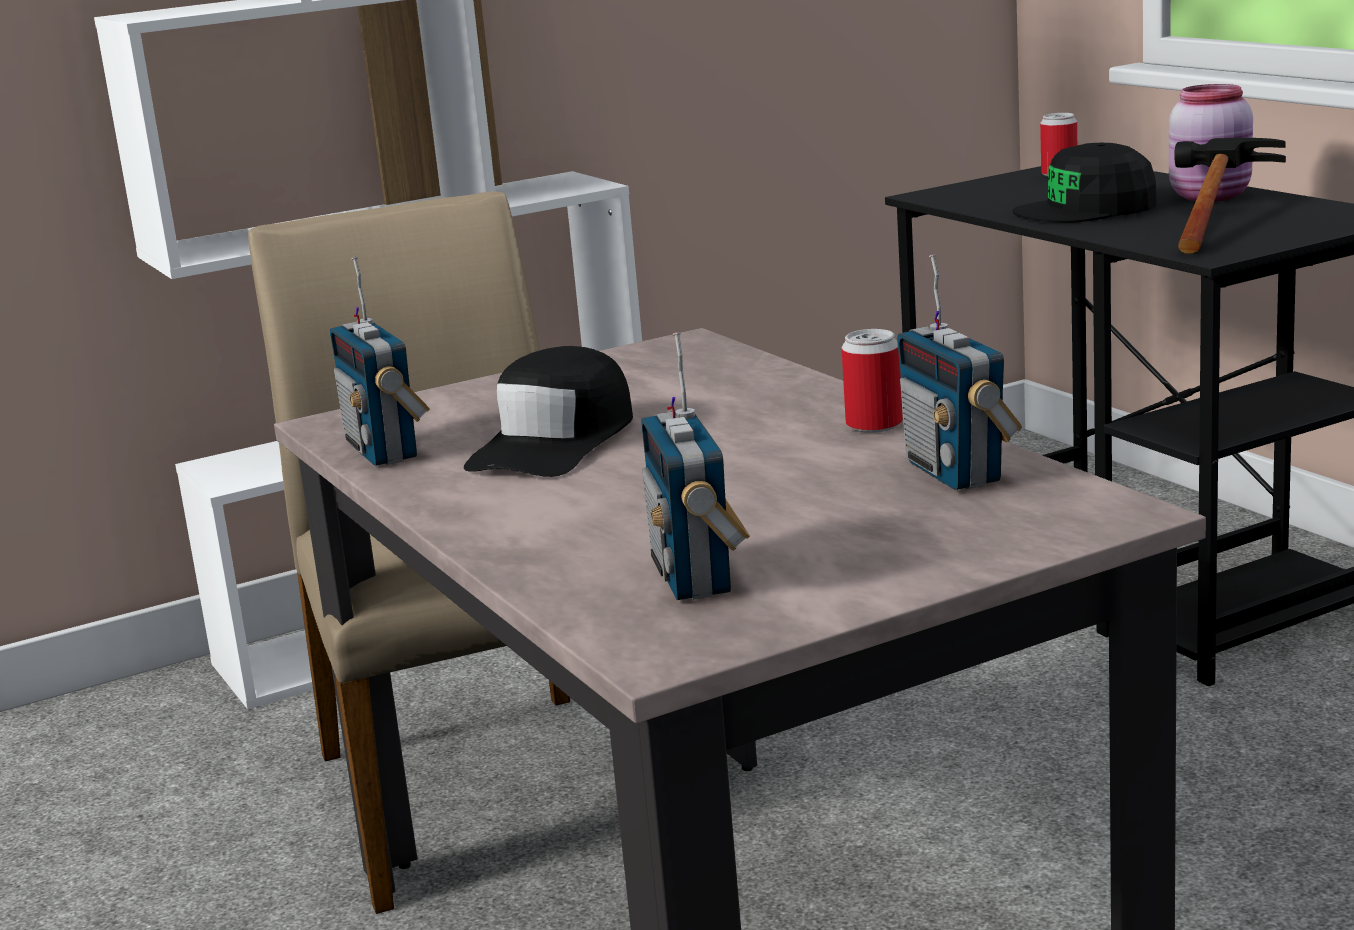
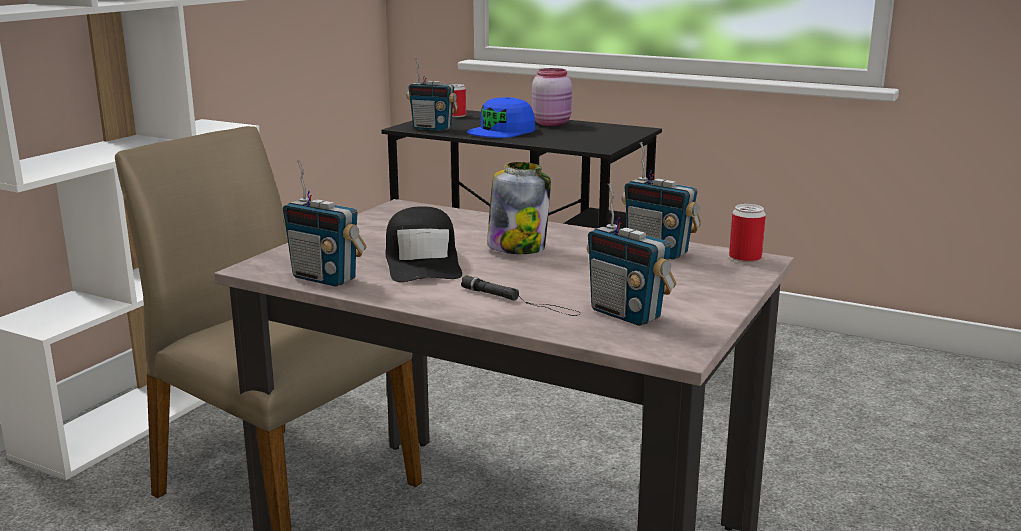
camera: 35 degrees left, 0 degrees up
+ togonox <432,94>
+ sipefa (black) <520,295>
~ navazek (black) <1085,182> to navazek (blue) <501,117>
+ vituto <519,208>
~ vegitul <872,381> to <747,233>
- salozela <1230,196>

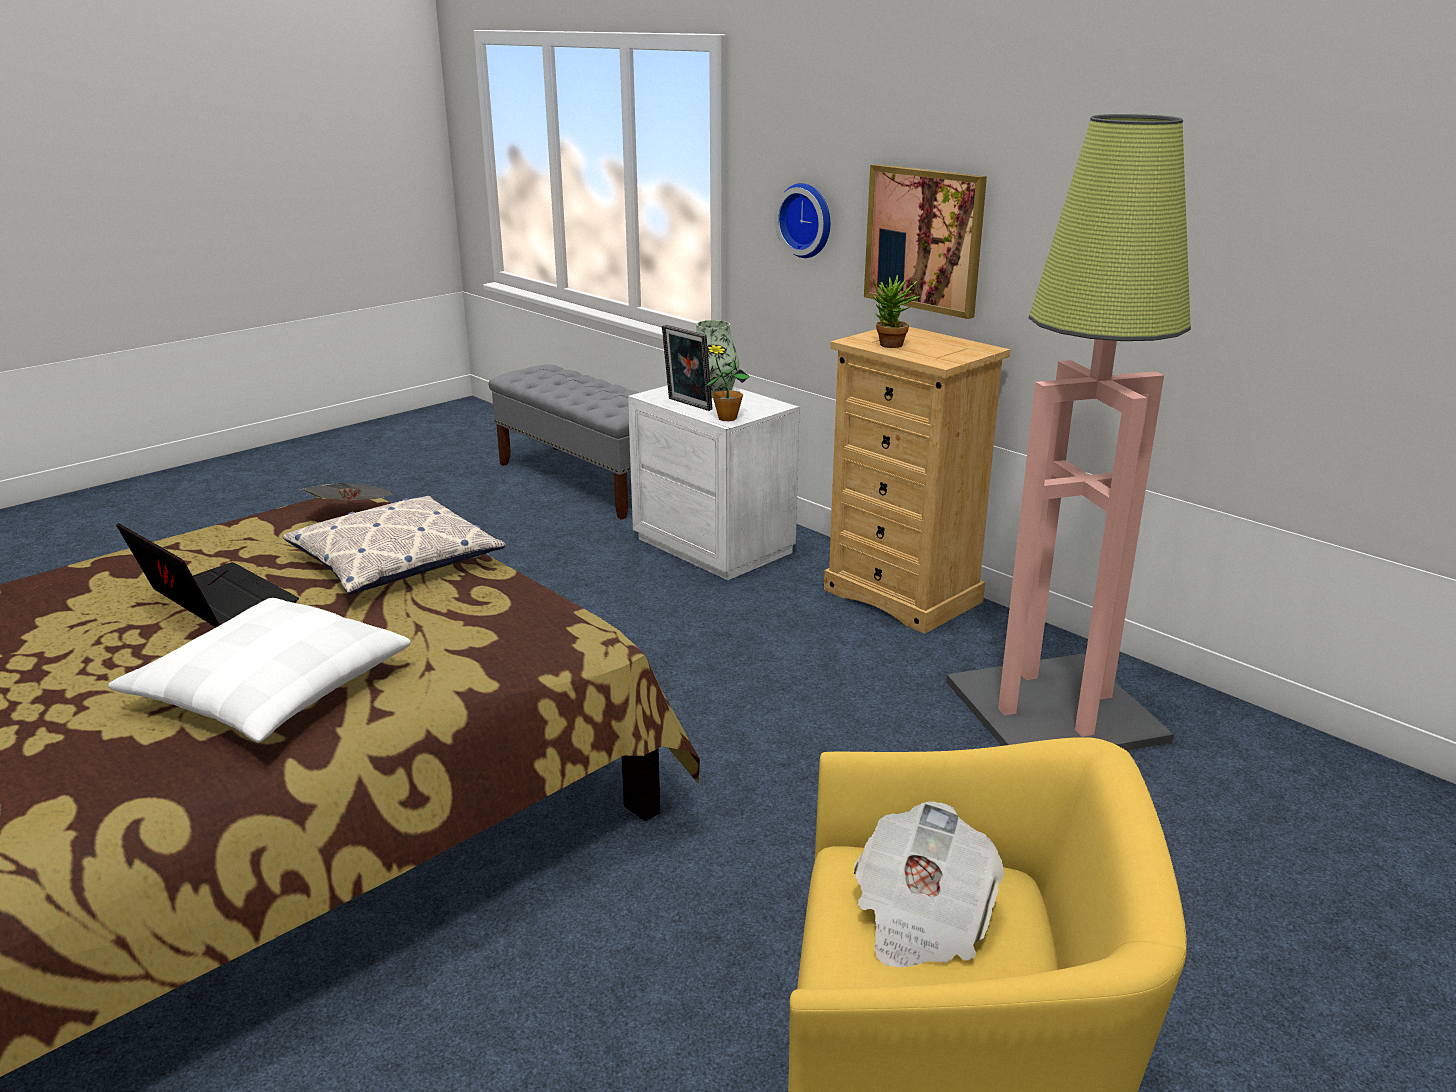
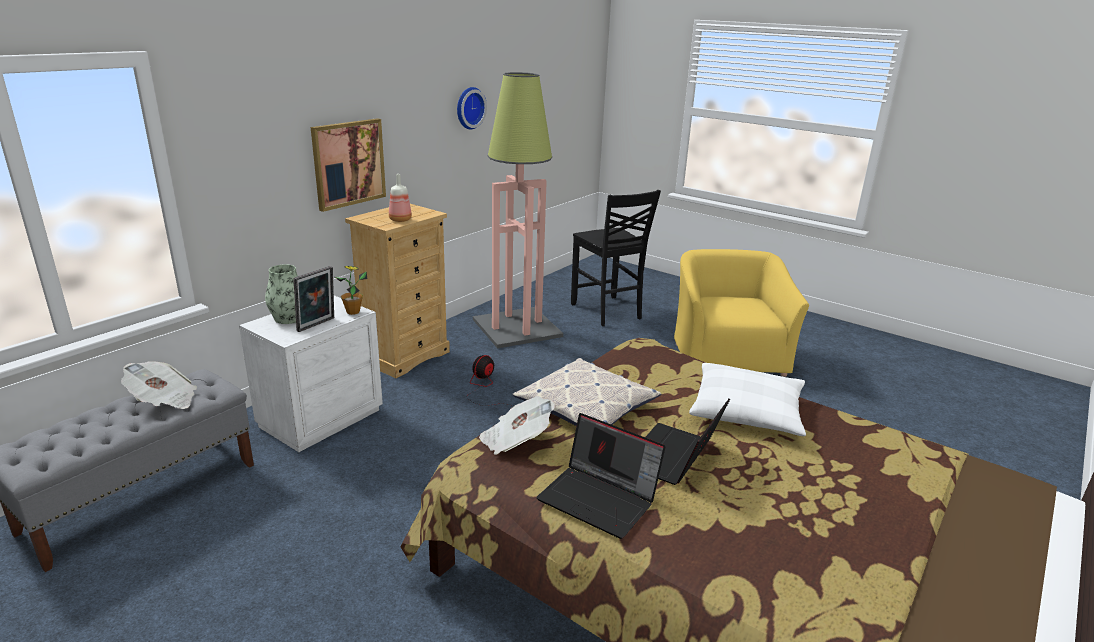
camera: 100 degrees left, 0 degrees up
~ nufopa <929,884> to <159,385>
~ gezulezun <896,311> to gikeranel <400,198>
~ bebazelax <802,220> to <472,108>
+ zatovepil <489,380>
+ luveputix <600,476>
+ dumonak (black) <616,258>

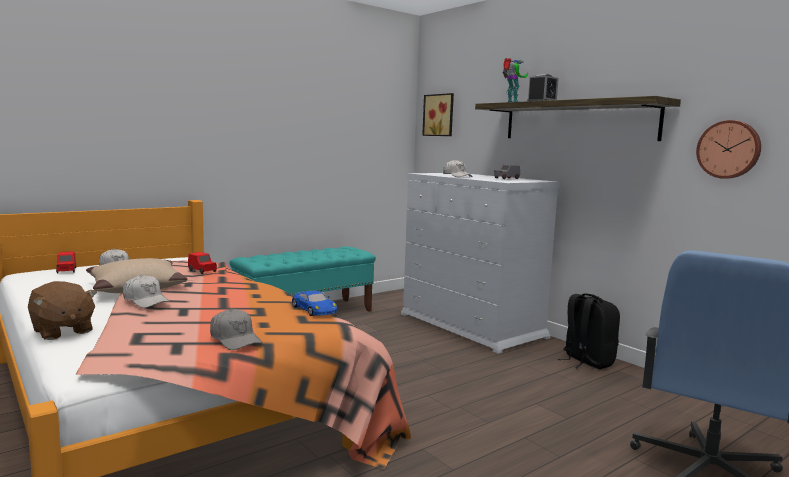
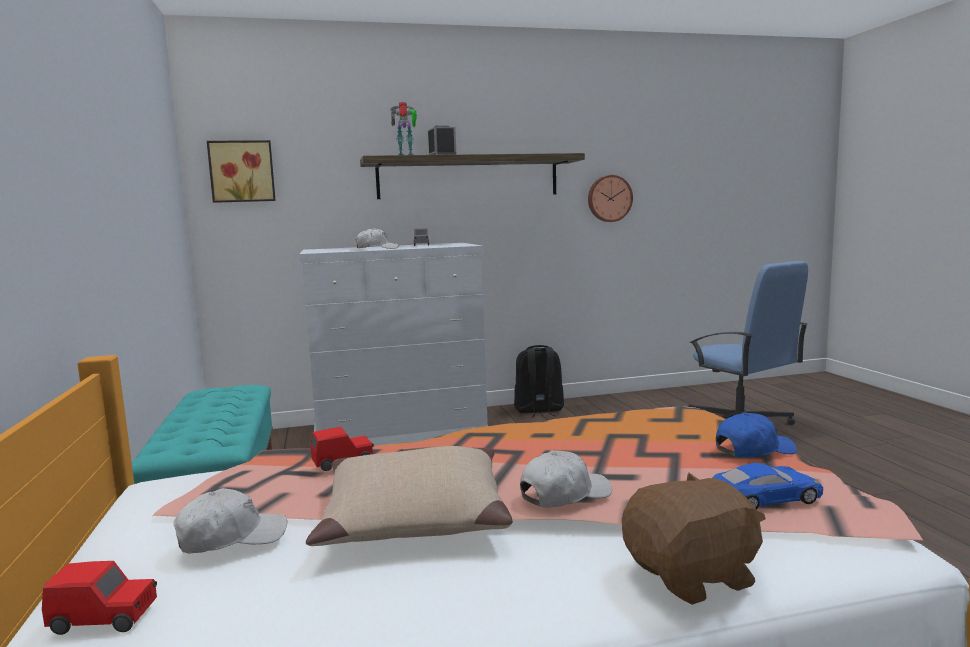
camera: 65 degrees left, 0 degrees up
~ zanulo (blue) <314,303> to <767,486>
~ navazek (grey) <236,329> to navazek (blue) <756,435>

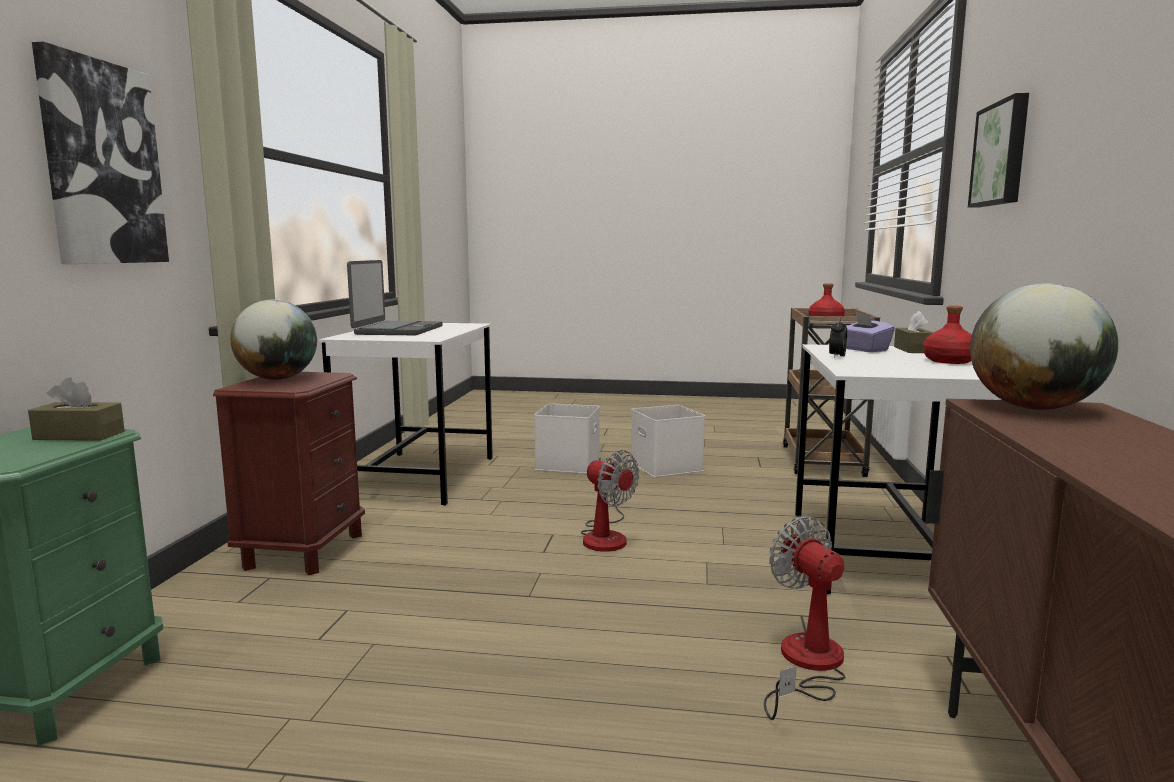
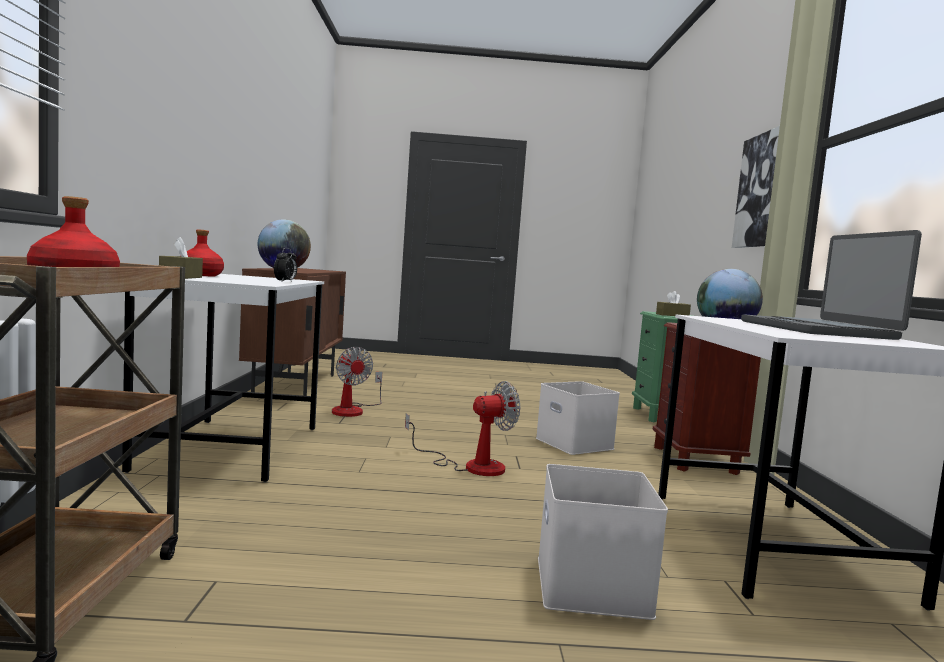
camera: 170 degrees right, 5 degrees down
~ zatovepil <610,501> = <462,428> 120 degrees clockwise
~ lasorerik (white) <668,441> to <578,418>
- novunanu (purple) <870,332>
- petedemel <998,150>

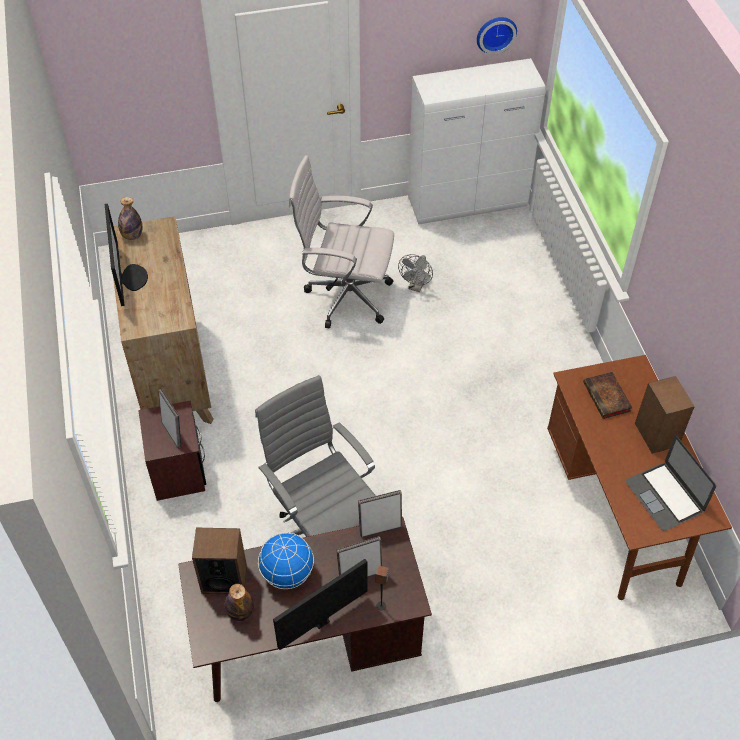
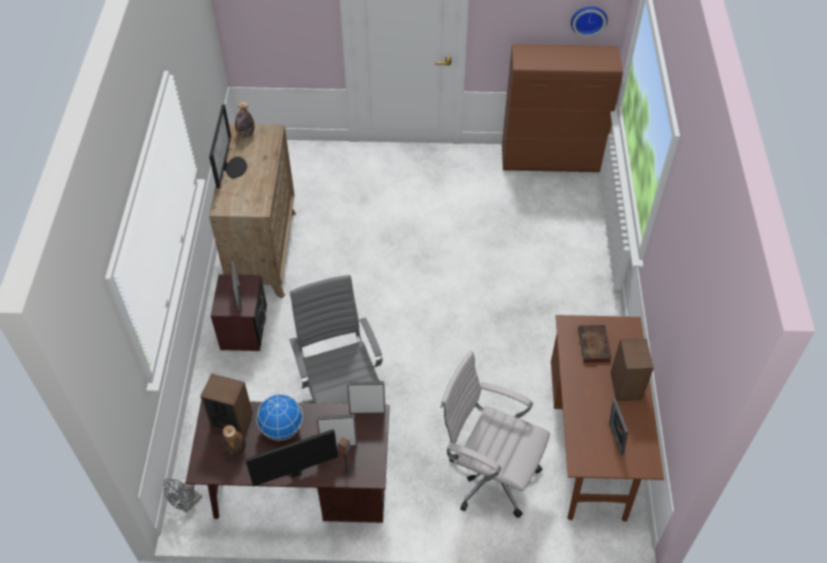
camera: 15 degrees right, 0 degrees up
~ zatovepil (grey) <415,273> to <182,496>
~ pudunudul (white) <341,241> to <495,434>
~ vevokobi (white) <477,141> to vevokobi (brown) <562,108>
~ luveputix <671,483> to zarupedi <618,427>

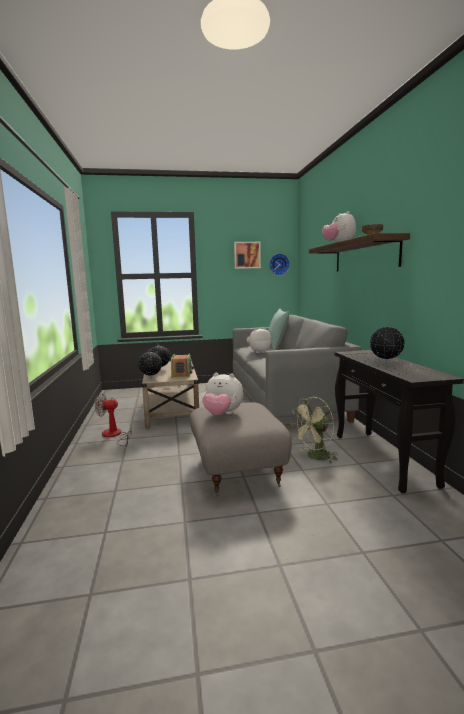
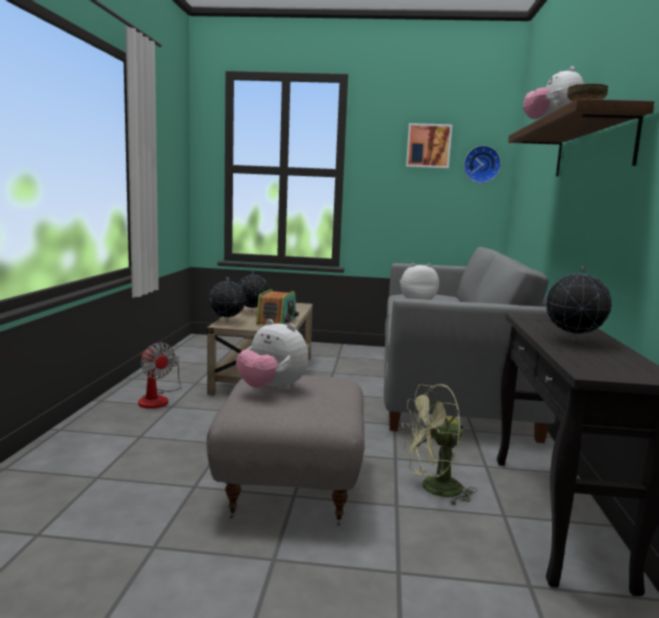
camera: 15 degrees right, 0 degrees up
~ zatovepil <113,419> = <159,375> 150 degrees counterclockwise
- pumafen <278,329>

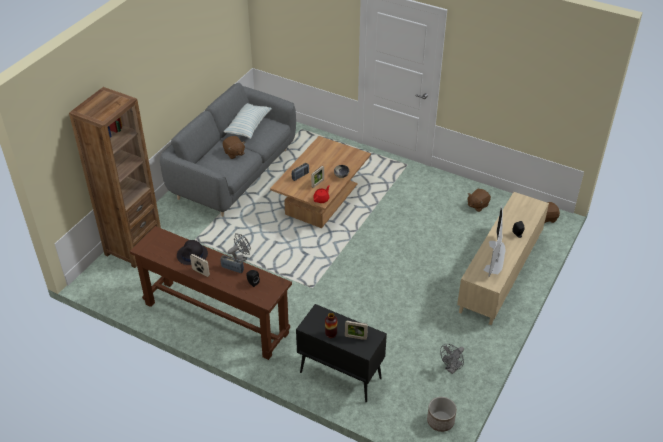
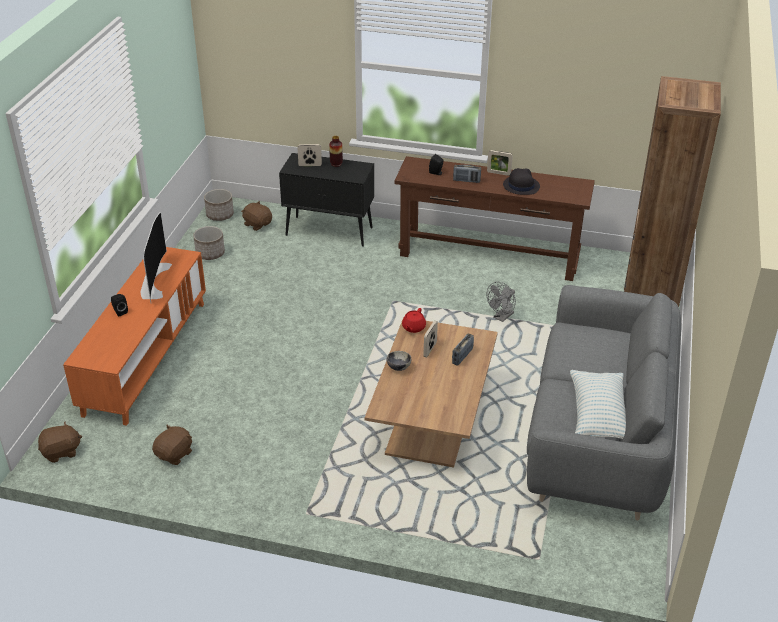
camera: 165 degrees right, 5 degrees down
~ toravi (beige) <503,258> to toravi (orange) <134,336>
~ zatovepil (grey) <452,359> to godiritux <209,243>
~ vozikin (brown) <234,147> to <256,216>

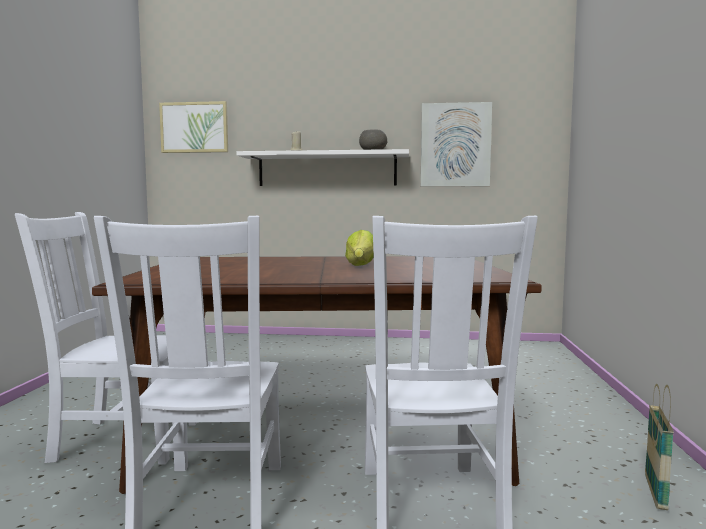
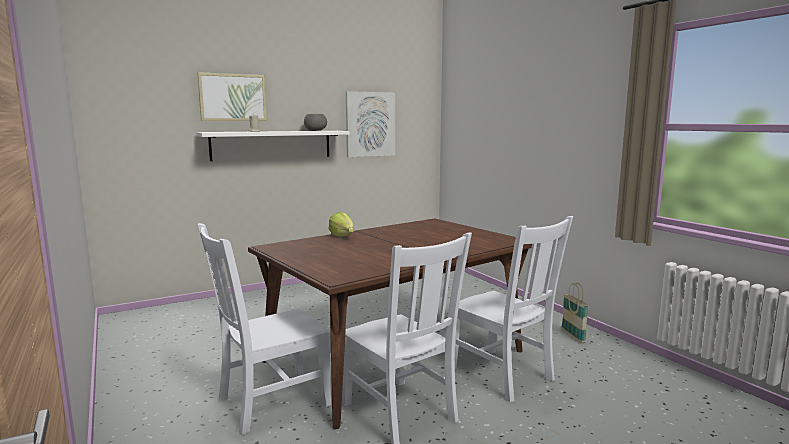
camera: 35 degrees left, 5 degrees up
~ petedemel <193,127> to <232,96>
~ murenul <359,248> to <341,224>

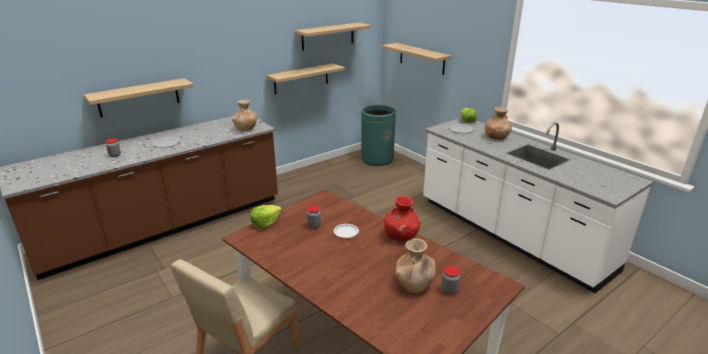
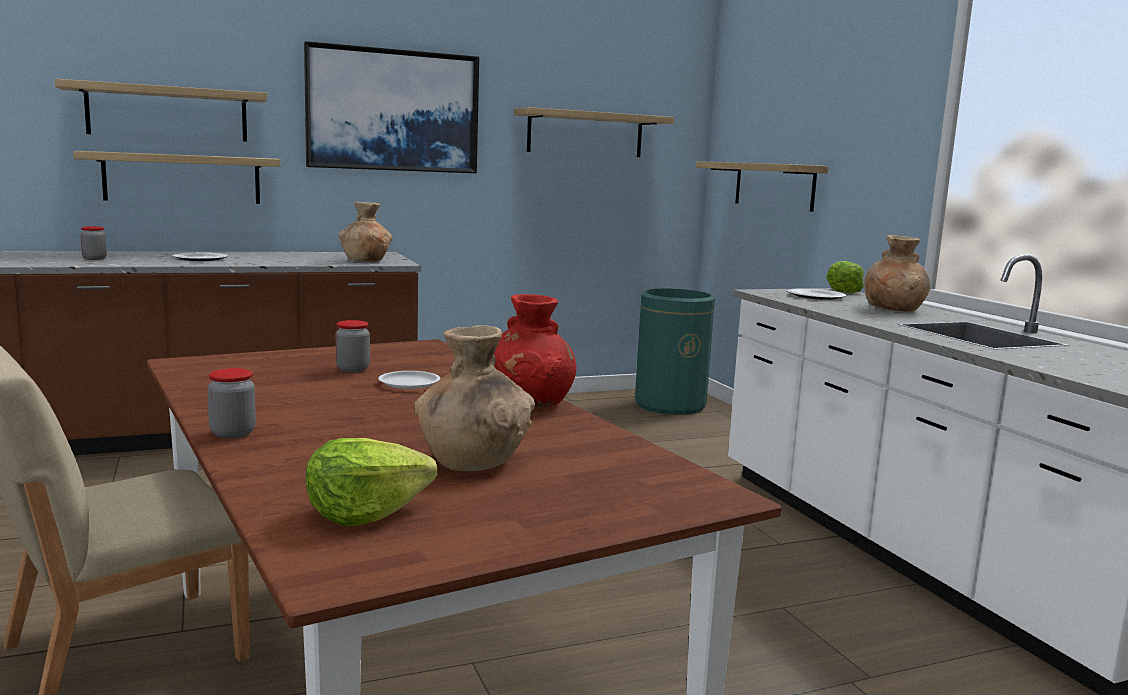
camera: 15 degrees right, 15 degrees down
~ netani <305,78> to <160,110>
~ vituto <450,280> to <231,403>
+ petedemel <391,107>
~ murenul <266,217> to <371,482>

